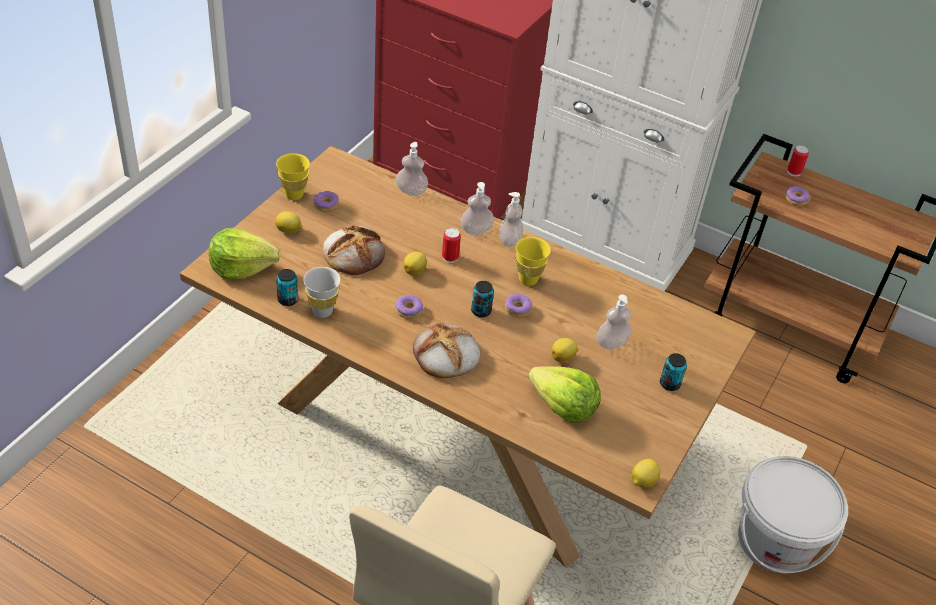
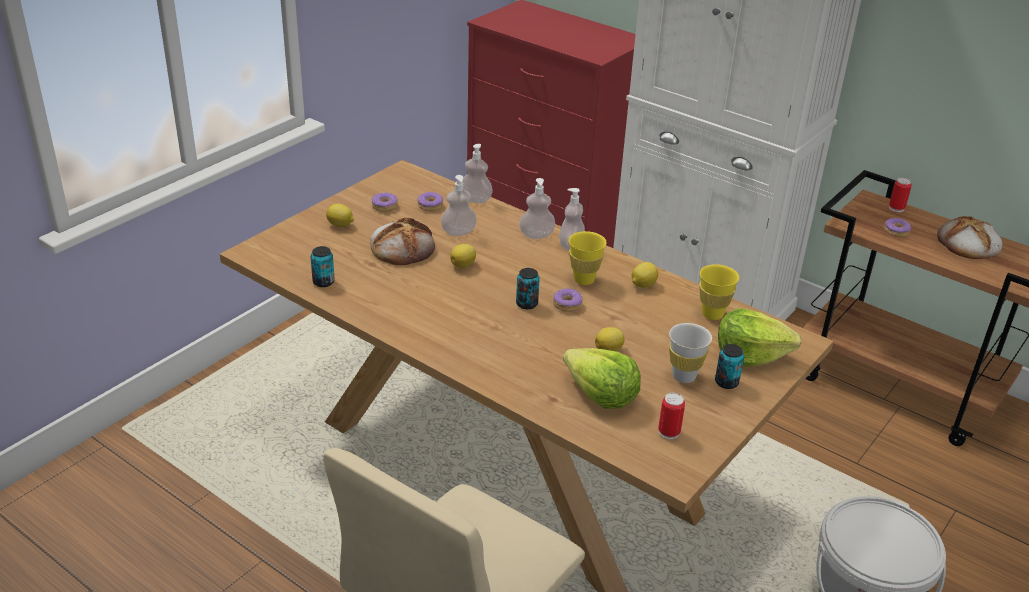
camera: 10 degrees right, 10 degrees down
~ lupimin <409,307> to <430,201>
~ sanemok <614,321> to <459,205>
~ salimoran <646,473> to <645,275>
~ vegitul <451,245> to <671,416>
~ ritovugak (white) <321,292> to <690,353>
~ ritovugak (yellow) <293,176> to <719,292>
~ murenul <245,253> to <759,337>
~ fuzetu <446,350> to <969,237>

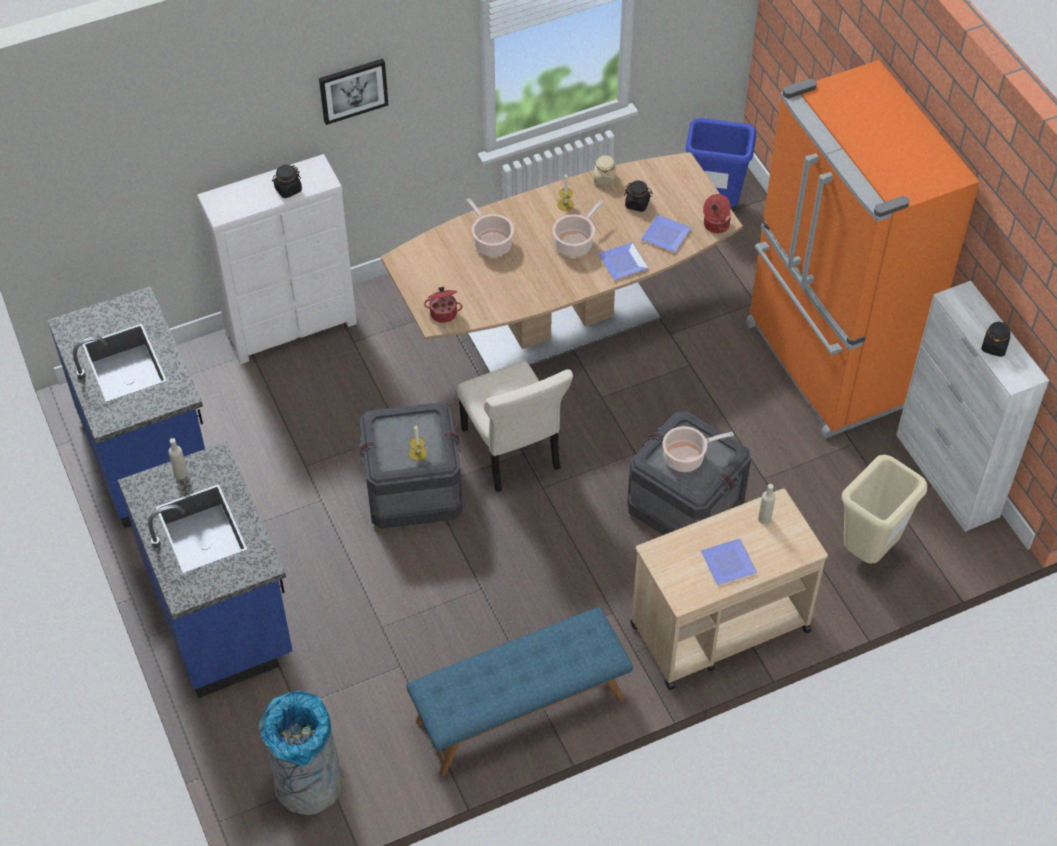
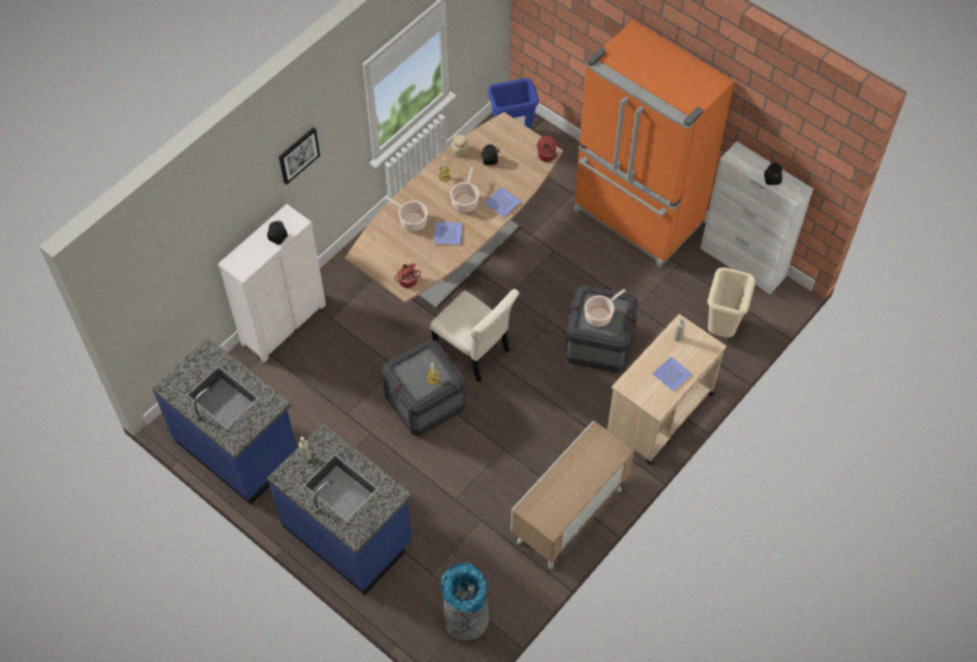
camera: 25 degrees left, 5 degrees up
~ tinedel <666,233> to <448,233>
~ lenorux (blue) <519,691> to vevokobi <573,494>

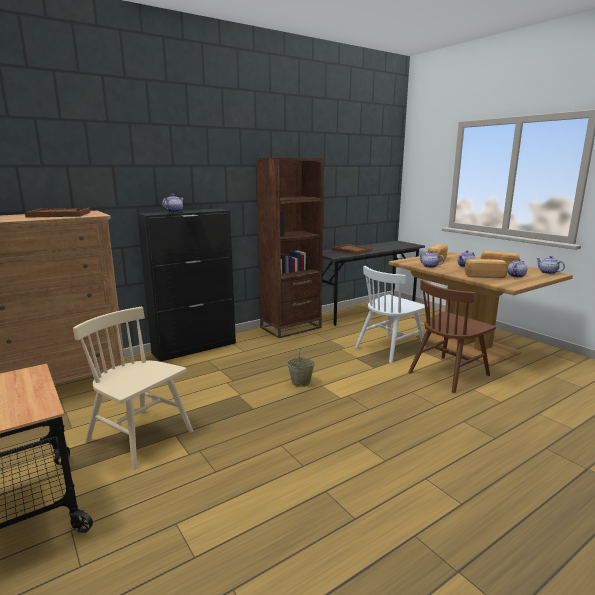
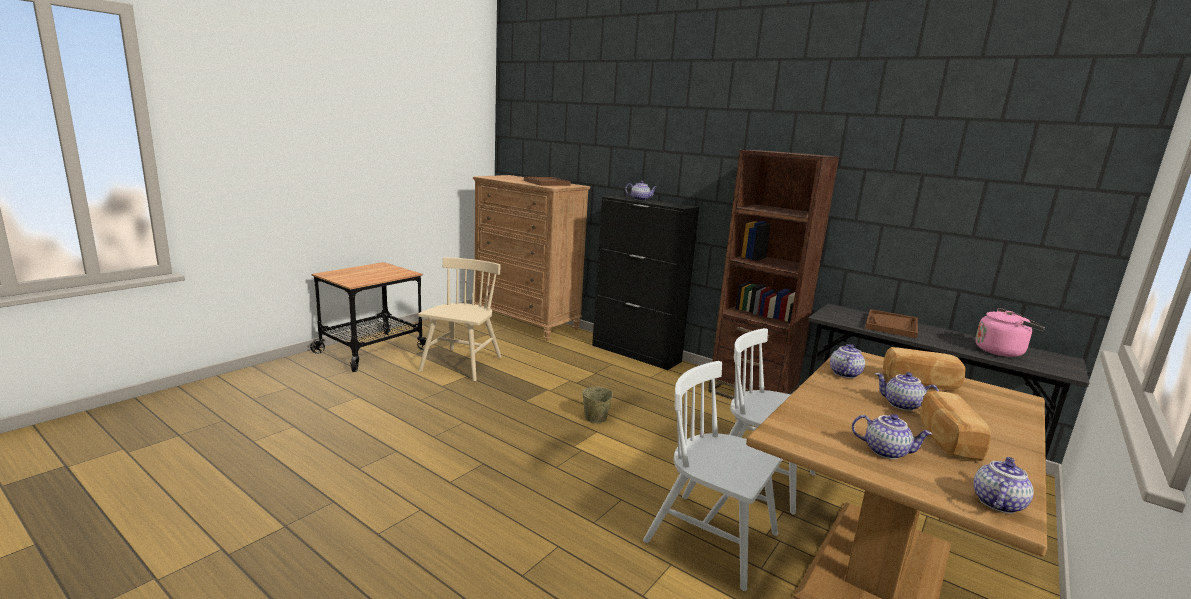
camera: 70 degrees right, 0 degrees up
~ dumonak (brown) <452,336> to dumonak (white) <713,476>
+ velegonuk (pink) <1010,332>
- fuzetu <486,268>

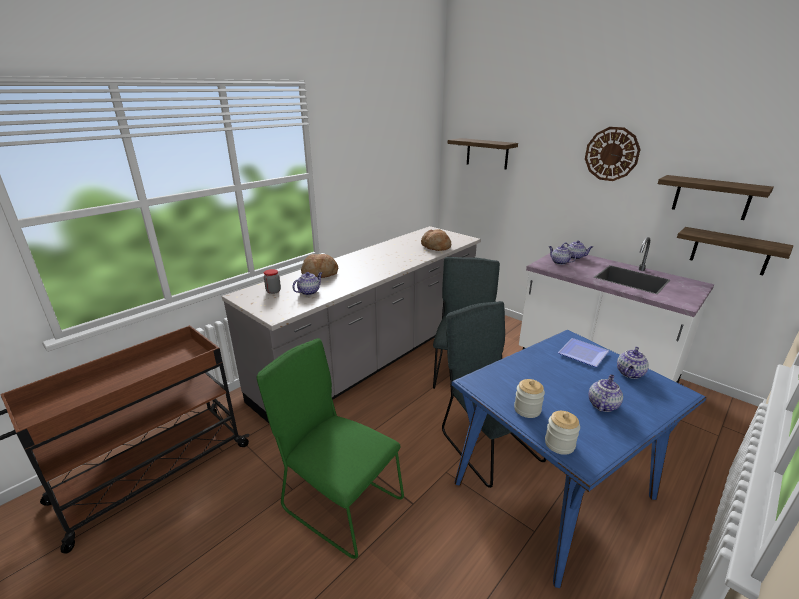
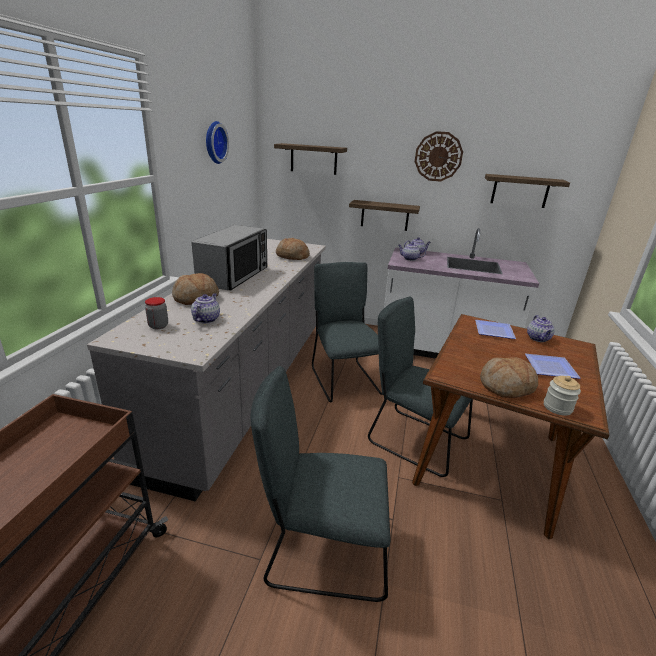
camera: 30 degrees left, 0 degrees up
+ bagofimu <229,257>
+ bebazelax <217,142>
~ dumonak (green) <330,448> to dumonak (grey) <320,484>
~ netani <735,251> to <384,215>
~ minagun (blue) <579,459> to minagun (brown) <510,426>
~ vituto <529,398> to fuzetu <509,377>
~ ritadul <605,393> to tinedel <552,366>

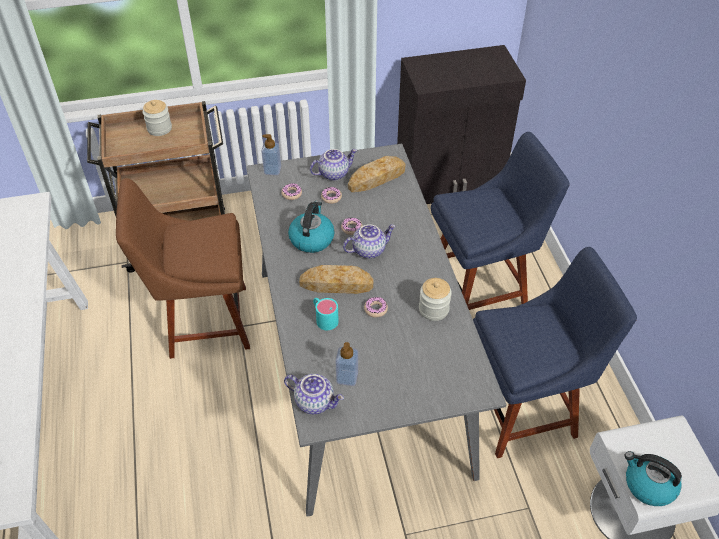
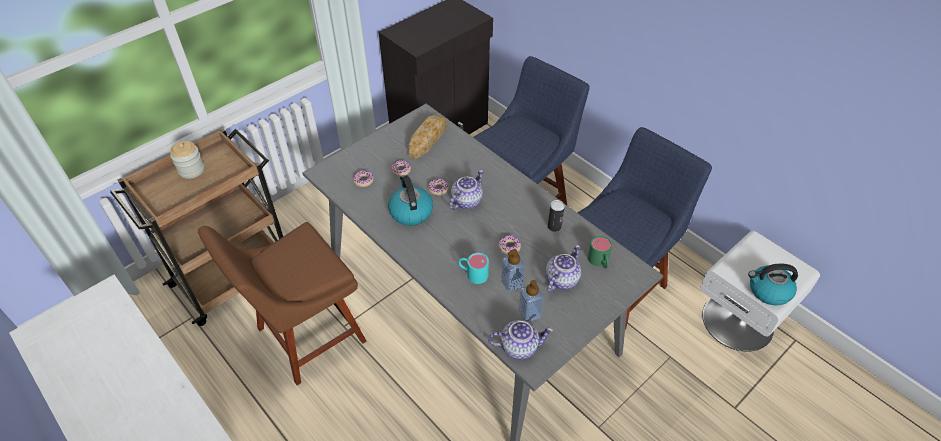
camera: 30 degrees left, 0 degrees up
~ sanemok <271,154> to <513,270>
~ ritadul <333,165> to <563,268>
~ vituto <435,299> to vegitul <556,216>
+ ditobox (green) <600,252>
- fuzetu <336,279>

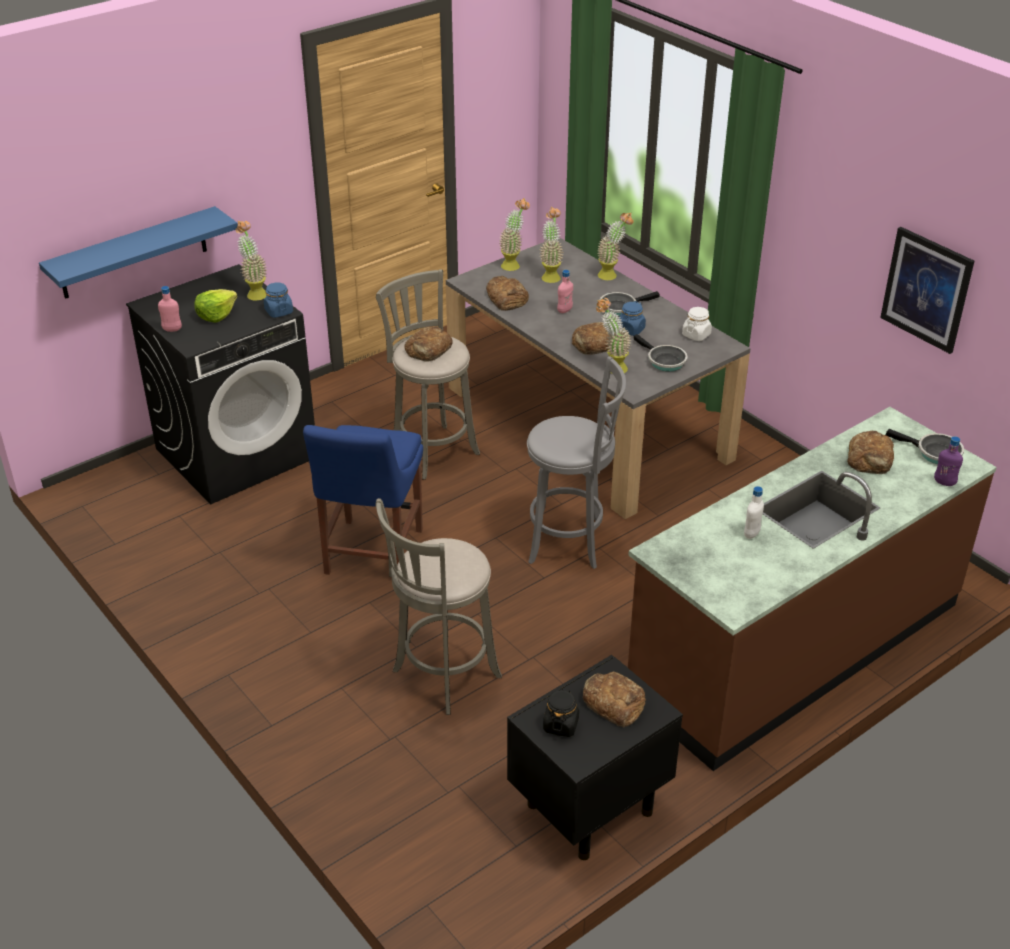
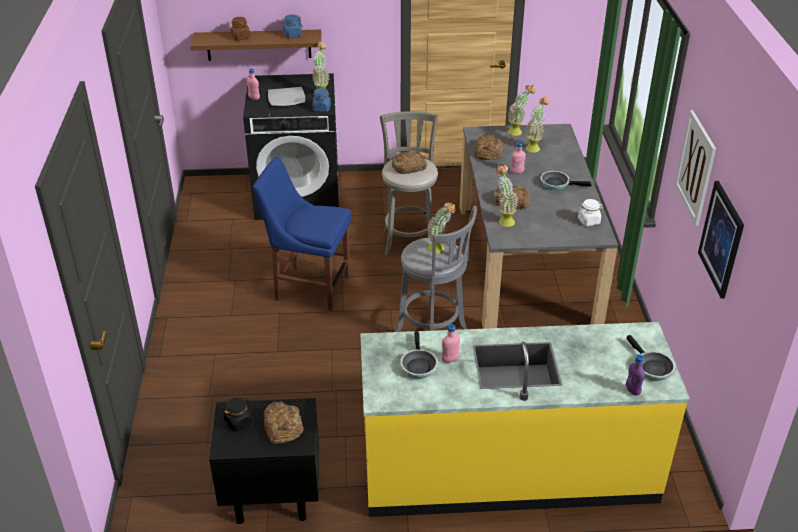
camera: 35 degrees right, 0 degrees up
~ netani (blue) <138,252> to netani (brown) <255,45>
+ vituto (brown) <240,28>
~ dumonak (blue) <363,500> = <302,234> 60 degrees clockwise
~ murenul <215,306> to tinedel <286,96>
~ vituto (blue) <632,318> to <291,26>
~ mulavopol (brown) <812,589> to mulavopol (yellow) <525,419>
~ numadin <661,353> to <419,355>
~ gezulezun <615,246> to <441,228>
~ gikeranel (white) <754,512> to gikeranel (pink) <450,343>
+ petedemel <695,168>
- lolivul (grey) <438,606>
- fuzetu <870,452>

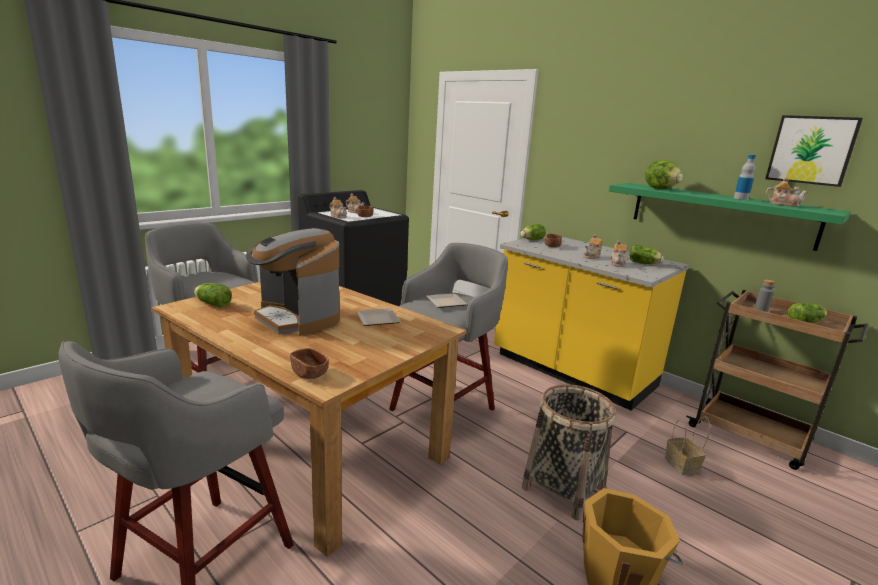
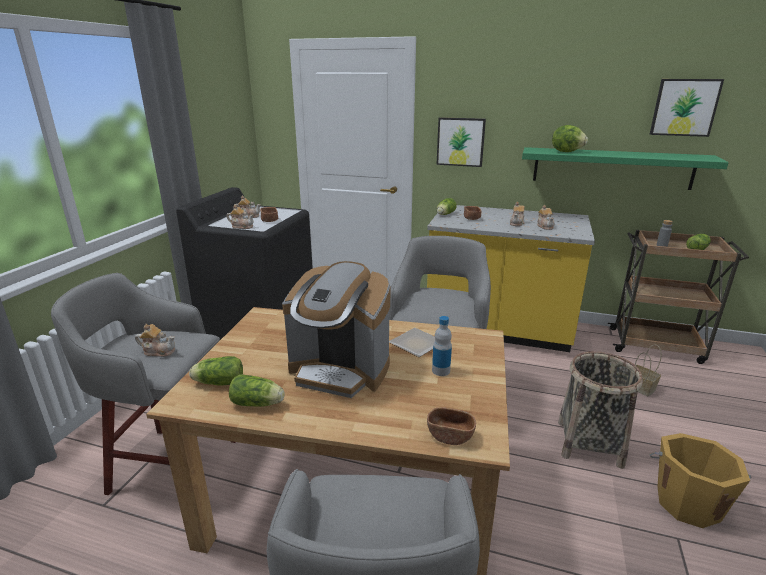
camera: 25 degrees left, 5 degrees up
~ ritadul <787,192> to <155,340>
~ murenul <647,254> to <257,390>
~ gikeranel <745,177> to <442,346>
+ petedemel <461,142>
- tinedel <447,301>

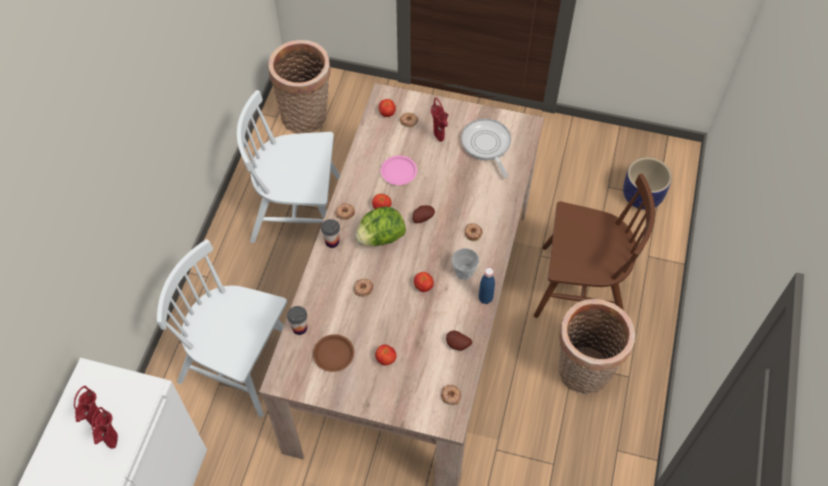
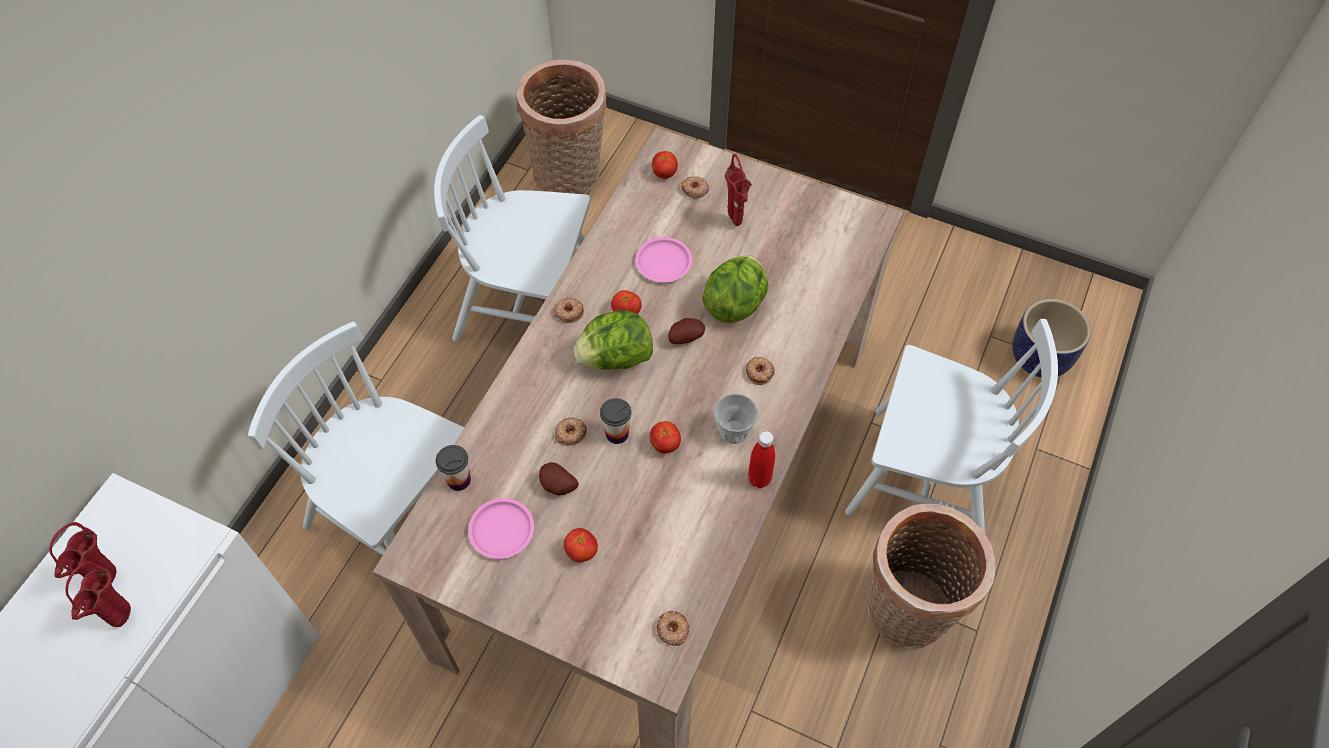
camera: 10 degrees right, 0 degrees up
~ tinedel (brown) <333,353> to tinedel (pink) <501,528>
~ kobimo <459,341> to <559,479>
~ ritovugak <330,233> to <615,421>
+ murenul <735,289>
~ gikeranel (blue) <487,286> to gikeranel (red) <761,459>
~ dumonak (brown) <594,246> to dumonak (white) <951,426>
- numadin <486,148>

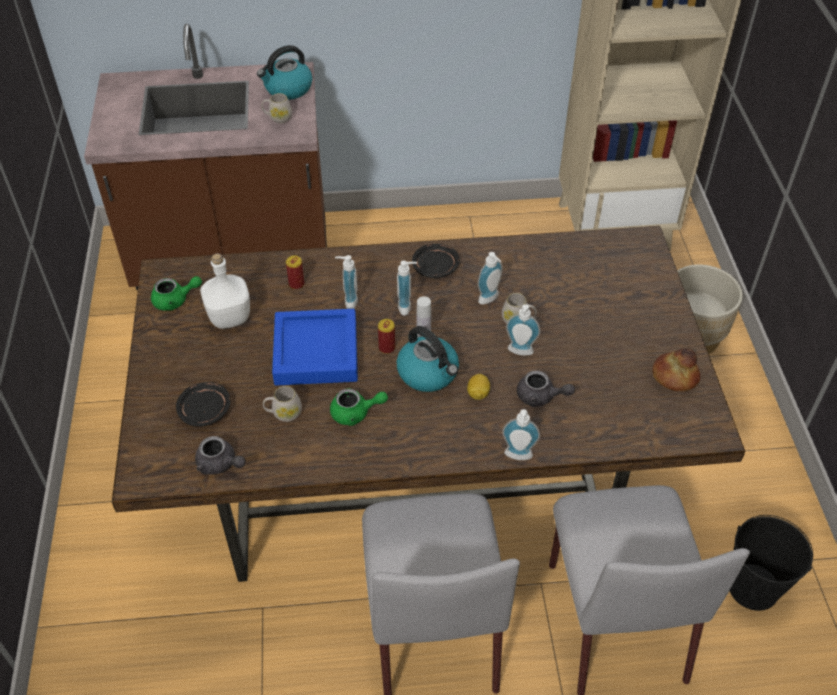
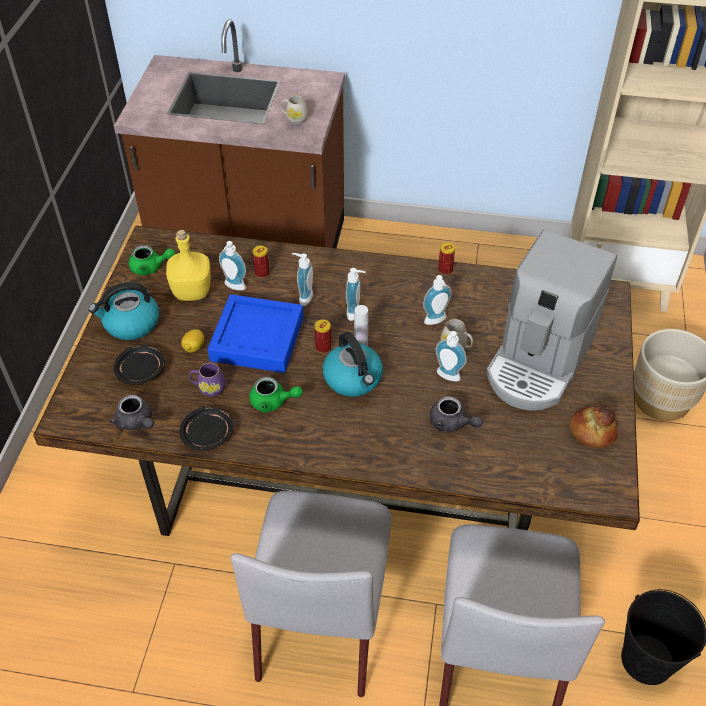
camera: 15 degrees right, 0 degrees up
~ velegonuk <284,72> to <124,311>
~ gikeranel (white) <225,291> to gikeranel (yellow) <188,265>
~ tinedel (black) <436,261> to <206,428>
~ salimoran <478,387> to <192,340>
~ ditobox (white) <282,404> to ditobox (purple) <207,380>
~ sanemok <521,434> to <232,265>
+ vegitul <446,259>
+ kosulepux <551,320>

